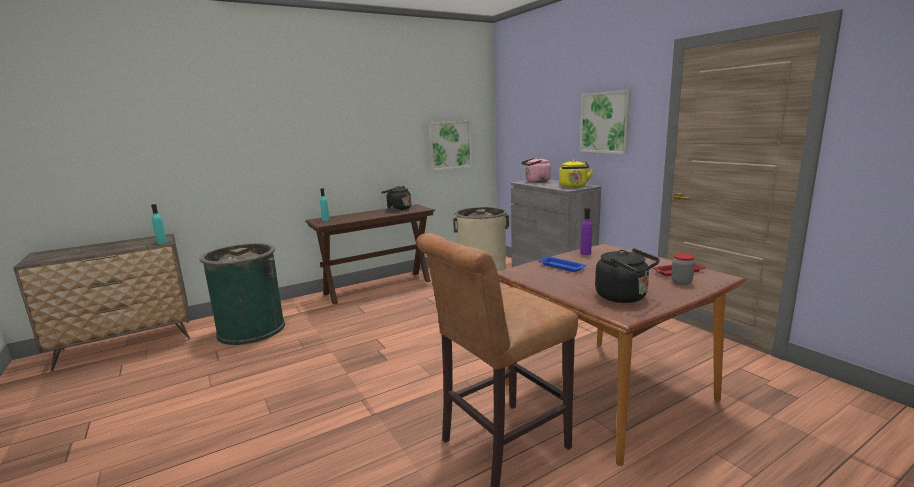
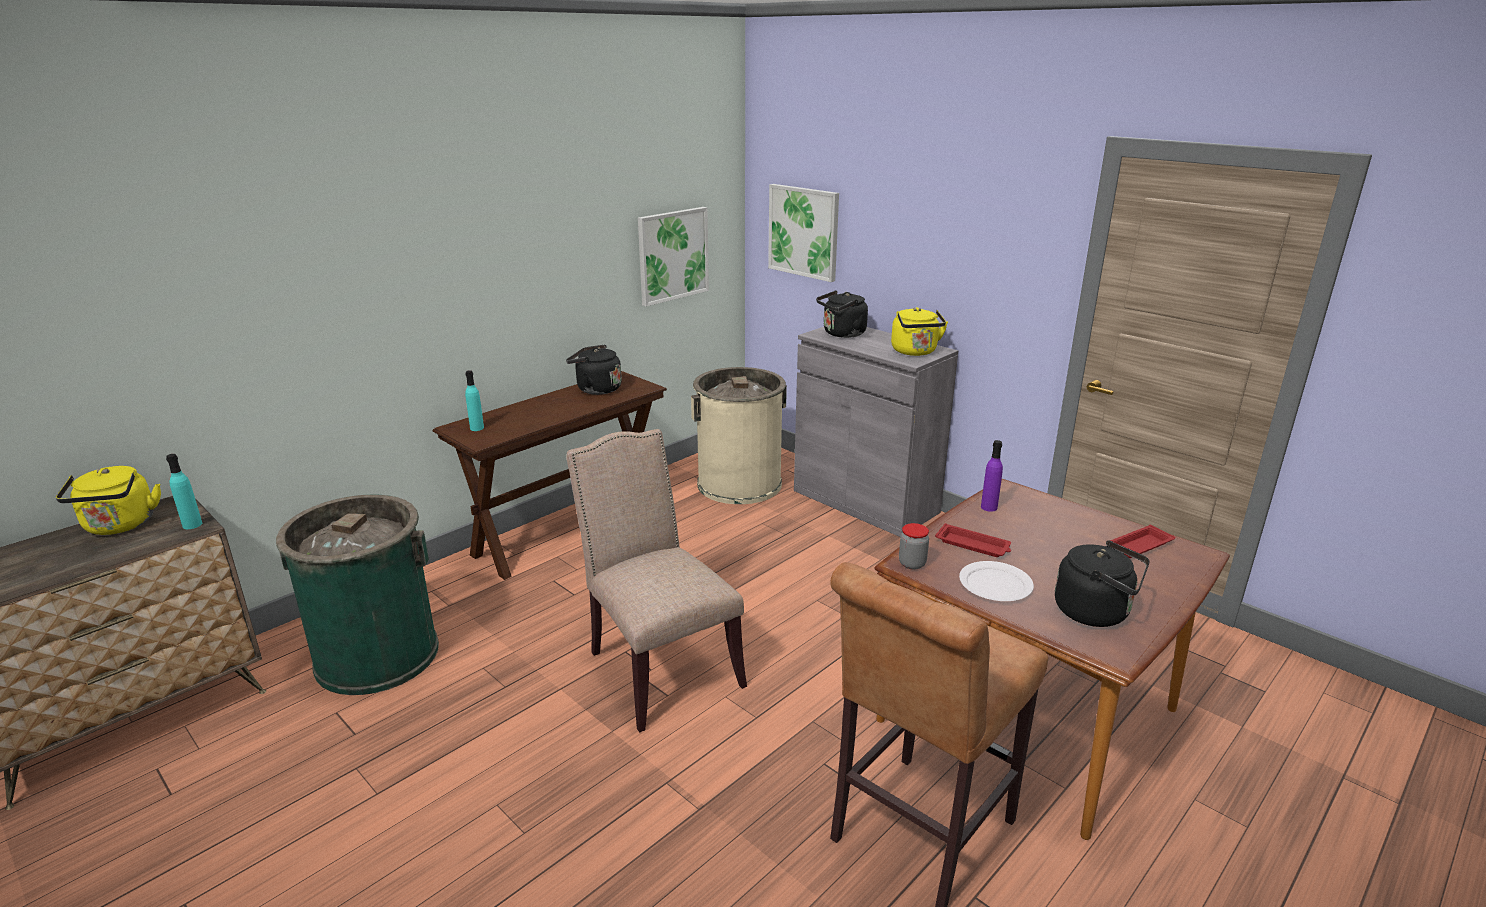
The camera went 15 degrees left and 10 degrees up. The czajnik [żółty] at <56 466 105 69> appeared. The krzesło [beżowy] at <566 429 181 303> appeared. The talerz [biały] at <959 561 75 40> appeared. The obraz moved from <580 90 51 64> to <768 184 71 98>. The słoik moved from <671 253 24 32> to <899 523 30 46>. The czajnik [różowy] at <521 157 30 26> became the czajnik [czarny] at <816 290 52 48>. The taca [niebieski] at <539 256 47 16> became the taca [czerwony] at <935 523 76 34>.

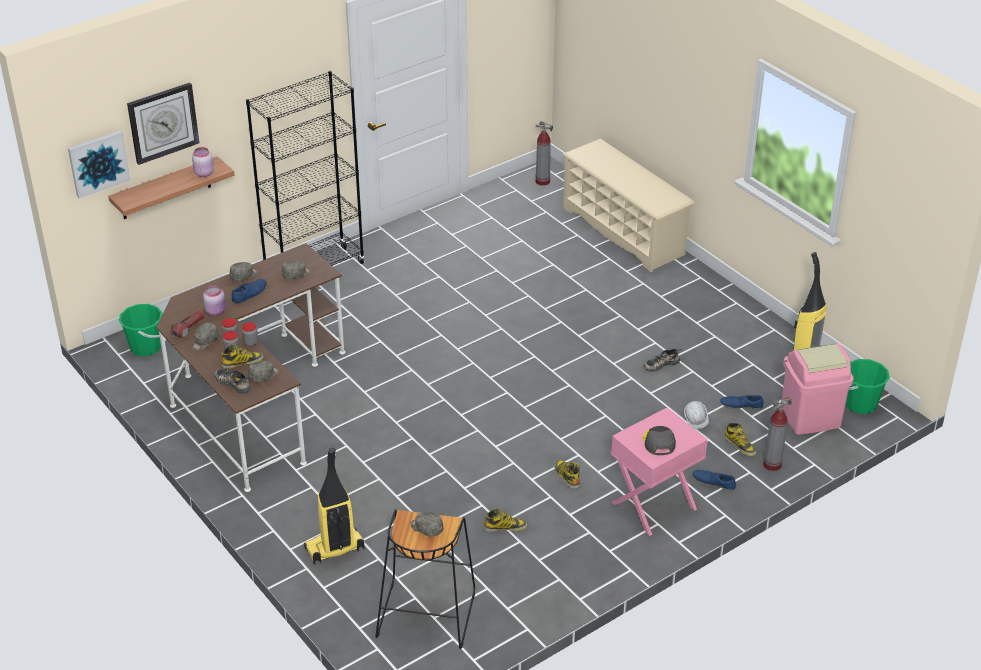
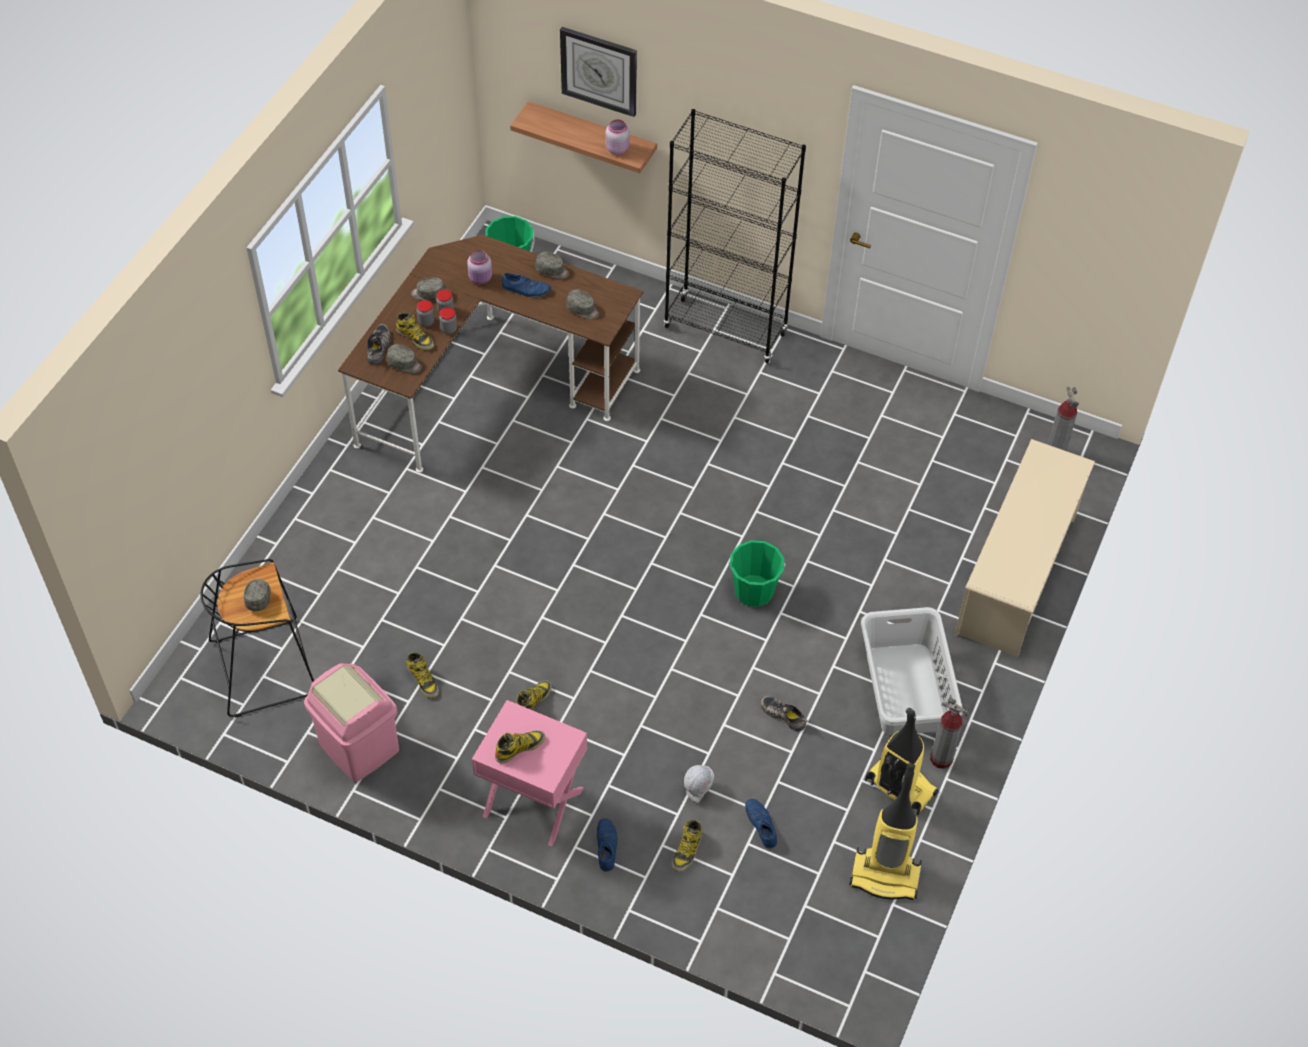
The camera went 60 degrees right and 15 degrees up. The obraz at <68 130 62 69> disappeared. The latarka at <171 310 33 28> disappeared. The kosz na pranie [szary] at <861 607 101 128> appeared. The odkurzacz moved from <304 447 61 118> to <865 708 73 107>. The gaśnica moved from <763 397 29 74> to <930 698 39 71>. The kosz na śmieci [różowy] moved from <782 343 72 92> to <304 663 95 119>. The wiadro [zielony] moved from <846 359 44 55> to <729 540 56 67>. The czapka z daszkiem [szary] at <643 426 33 29> was replaced by the but z cholewką at <495 730 51 34>.

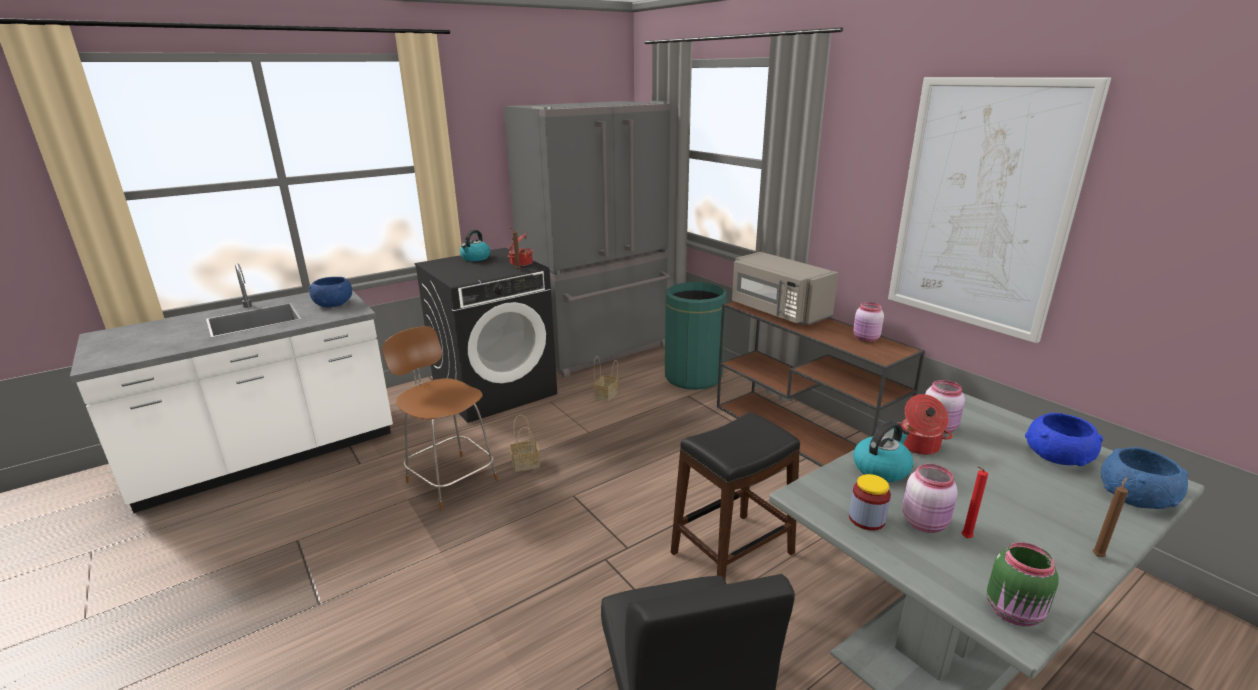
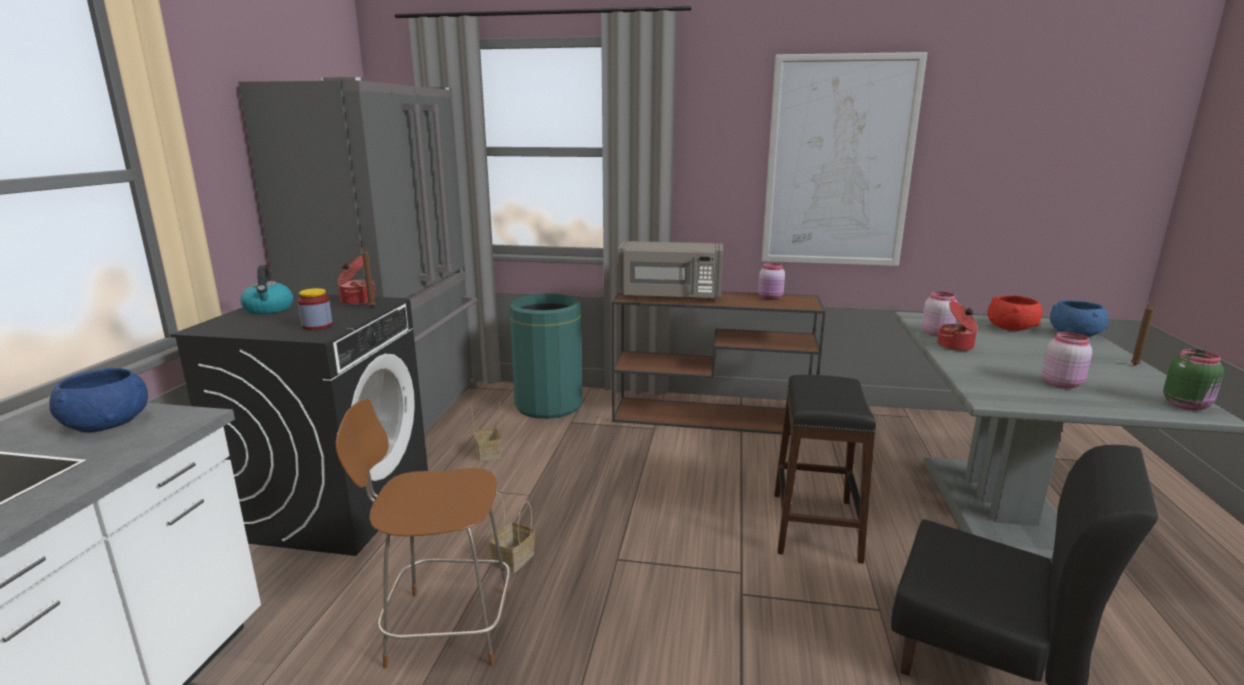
The camera went 45 degrees left and 5 degrees down. The czajnik at <853 421 60 61> disappeared. The świeca [czerwony] at <962 467 26 71> disappeared. The słoik moved from <849 474 42 56> to <298 288 35 42>. The miska [niebieski] at <1025 413 78 53> became the miska [czerwony] at <987 295 55 36>.

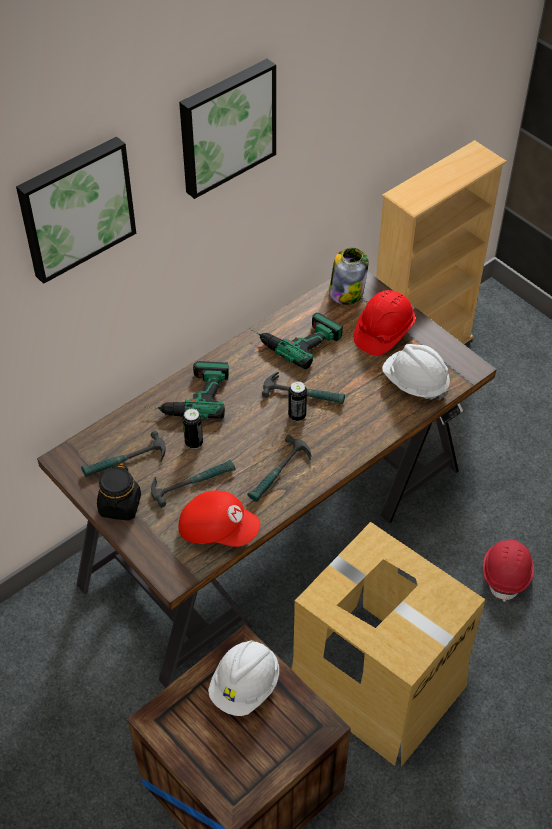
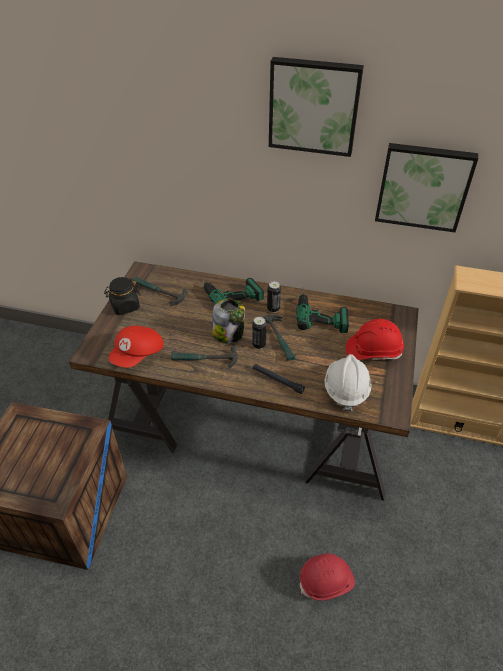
The camera went 55 degrees right and 5 degrees down. The młotek at <151 460 85 48> disappeared. The kask [biały] at <208 640 71 76> disappeared. The karton at <291 522 194 245> disappeared. The latarka [czarny] at <253 364 52 30> appeared. The obraz moved from <16 137 120 147> to <375 143 103 89>. The puszka moved from <183 409 20 40> to <267 281 14 32>. The słoik moved from <329 248 40 57> to <212 299 33 44>. The czapka z daszkiem [czerwony] at <178 490 82 57> turned 45 degrees clockwise.

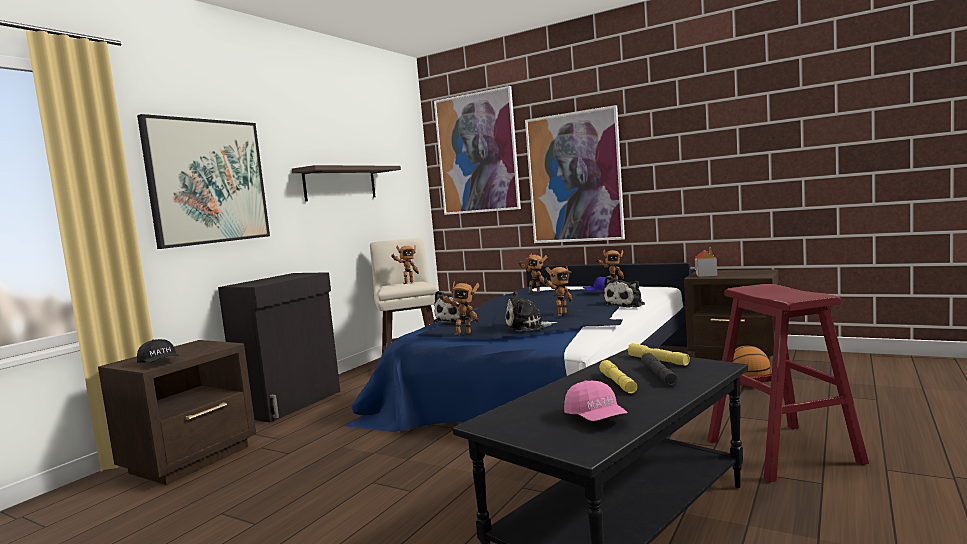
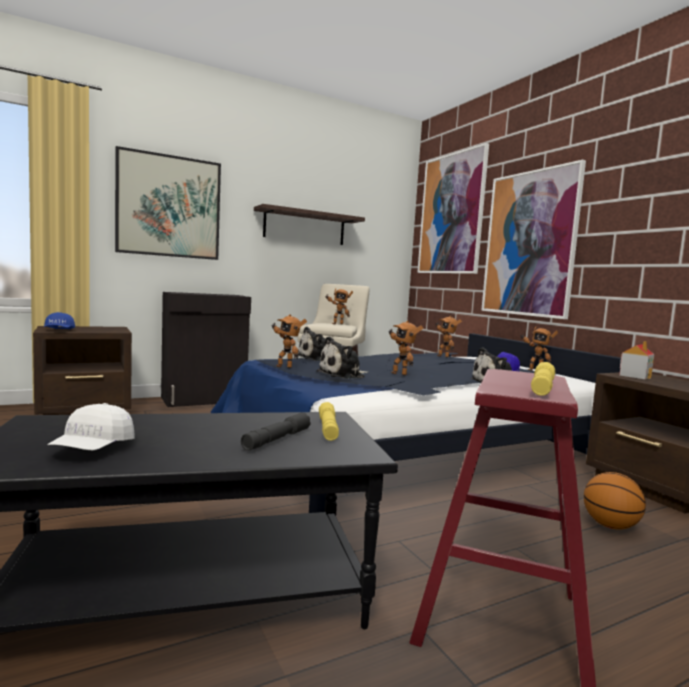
The camera went 30 degrees right and 0 degrees up. The latarka [żółty] moved from <599 360 38 34> to <531 362 24 34>. The czapka z daszkiem [czarny] at <137 339 42 24> became the czapka z daszkiem [niebieski] at <44 312 31 17>. The czapka z daszkiem [różowy] at <564 380 64 41> became the czapka z daszkiem [biały] at <47 403 88 48>. The pluszak at <506 291 51 40> turned 60 degrees counterclockwise. The robot zabawkowy at <544 266 28 50> turned 60 degrees clockwise.

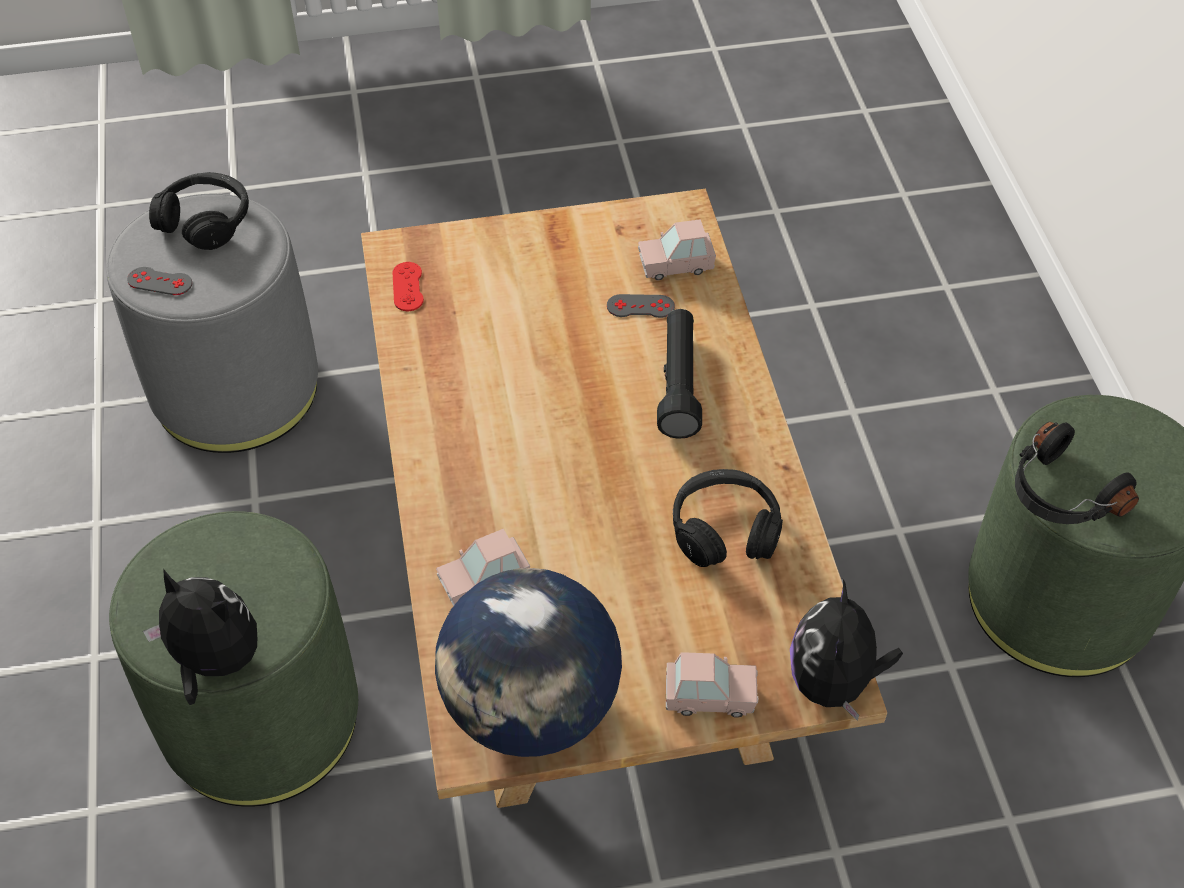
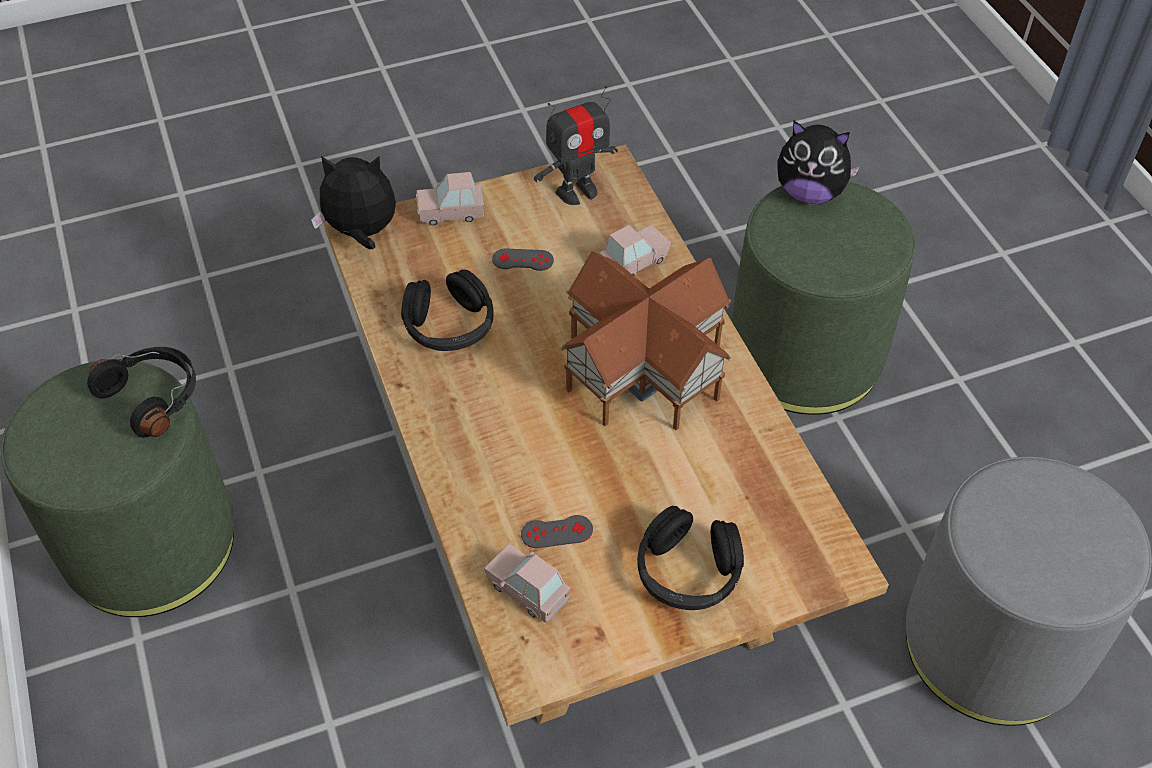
The camera went 170 degrees right and 0 degrees up. The pad do gier [czerwony] at <392 262 32 49> disappeared. The latarka [czarny] at <657 309 45 130> disappeared. The domek at <561 251 170 179> appeared. The pad do gier [szary] moved from <127 267 65 28> to <492 249 62 22>. The słuchawki [czarny] moved from <149 172 100 78> to <637 506 107 104>. The globus at <435 568 187 189> was replaced by the robot zabawkowy at <534 85 84 120>. The samochodzik [różowy] at <638 219 78 61> turned 120 degrees counterclockwise. The pluszak at <790 579 113 142> turned 90 degrees counterclockwise.

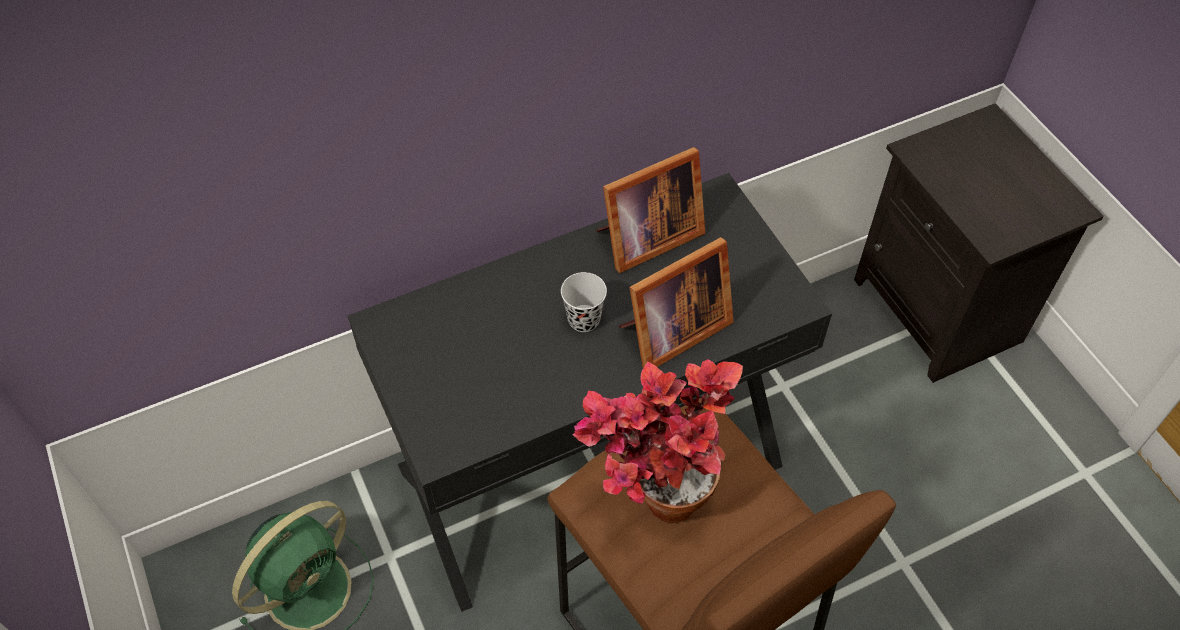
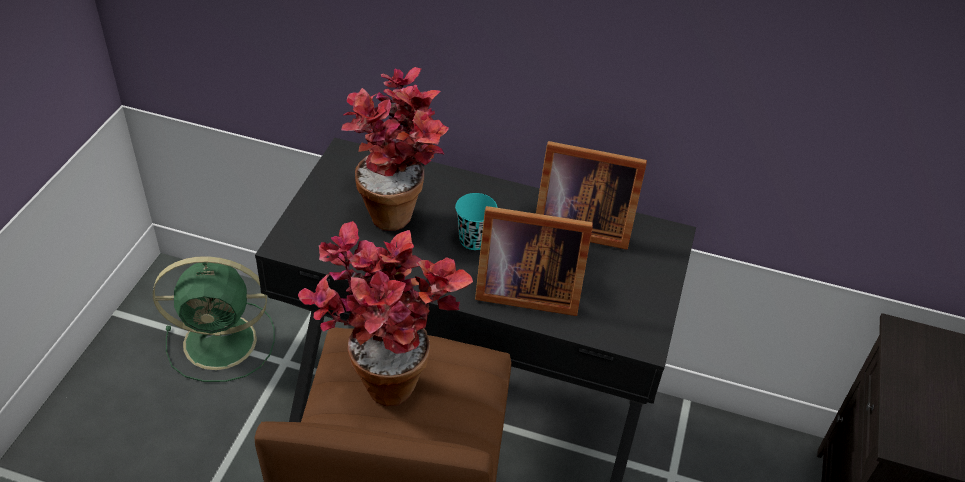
The camera went 40 degrees right and 10 degrees down. The roślina doniczkowa at <341 67 108 164> appeared. The filiżanka [czarny] at <561 272 46 60> became the filiżanka [turkusowy] at <455 193 42 57>.

